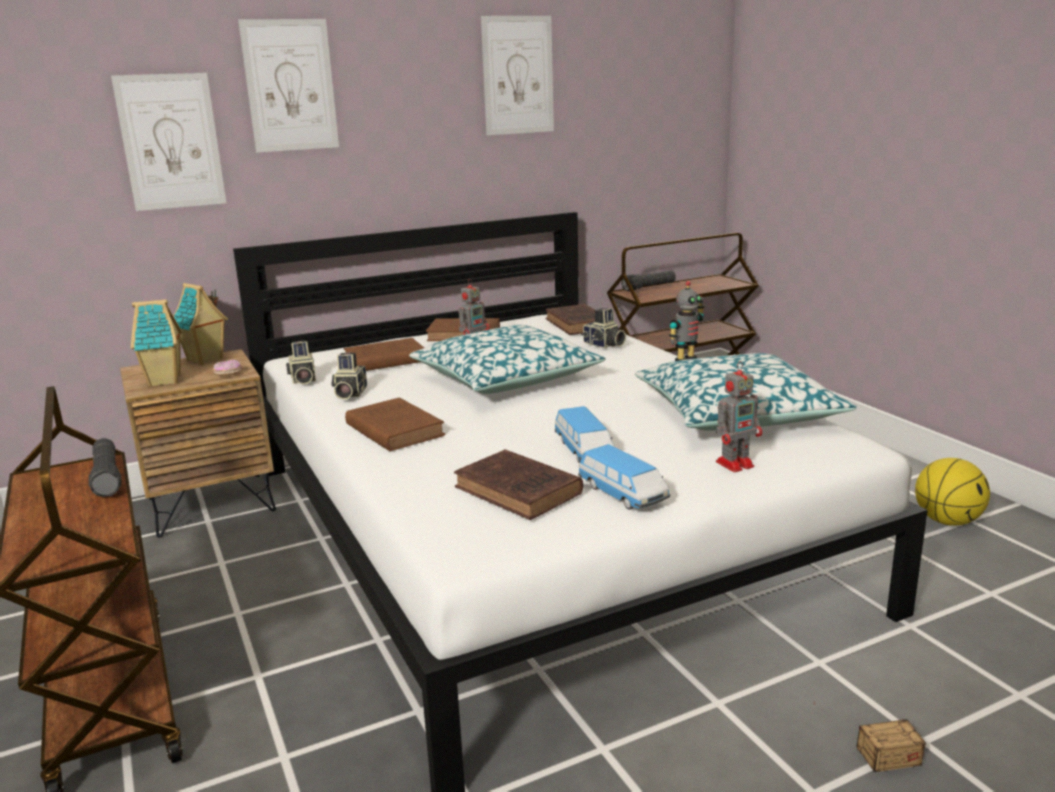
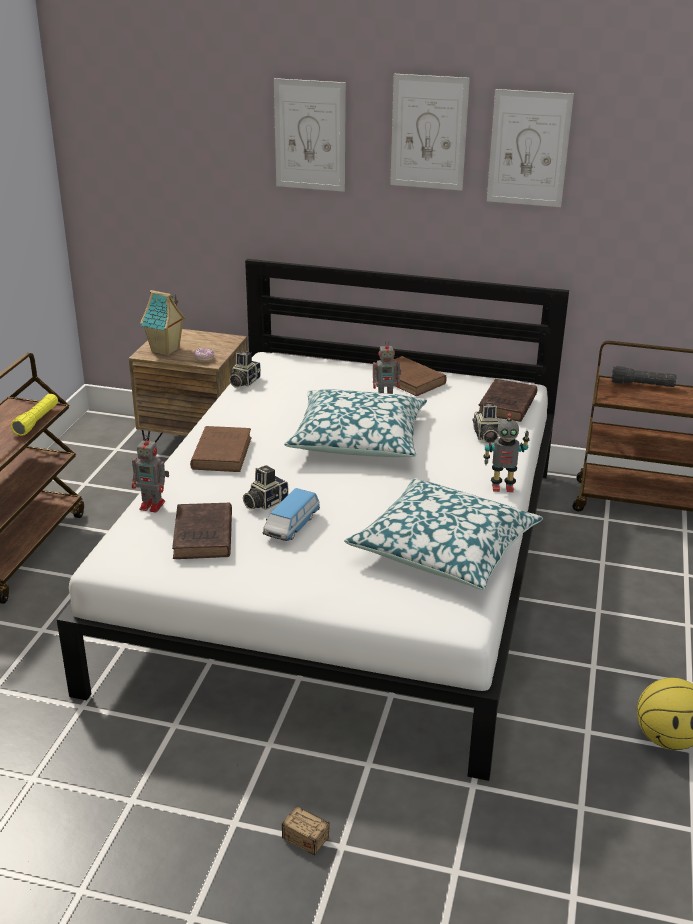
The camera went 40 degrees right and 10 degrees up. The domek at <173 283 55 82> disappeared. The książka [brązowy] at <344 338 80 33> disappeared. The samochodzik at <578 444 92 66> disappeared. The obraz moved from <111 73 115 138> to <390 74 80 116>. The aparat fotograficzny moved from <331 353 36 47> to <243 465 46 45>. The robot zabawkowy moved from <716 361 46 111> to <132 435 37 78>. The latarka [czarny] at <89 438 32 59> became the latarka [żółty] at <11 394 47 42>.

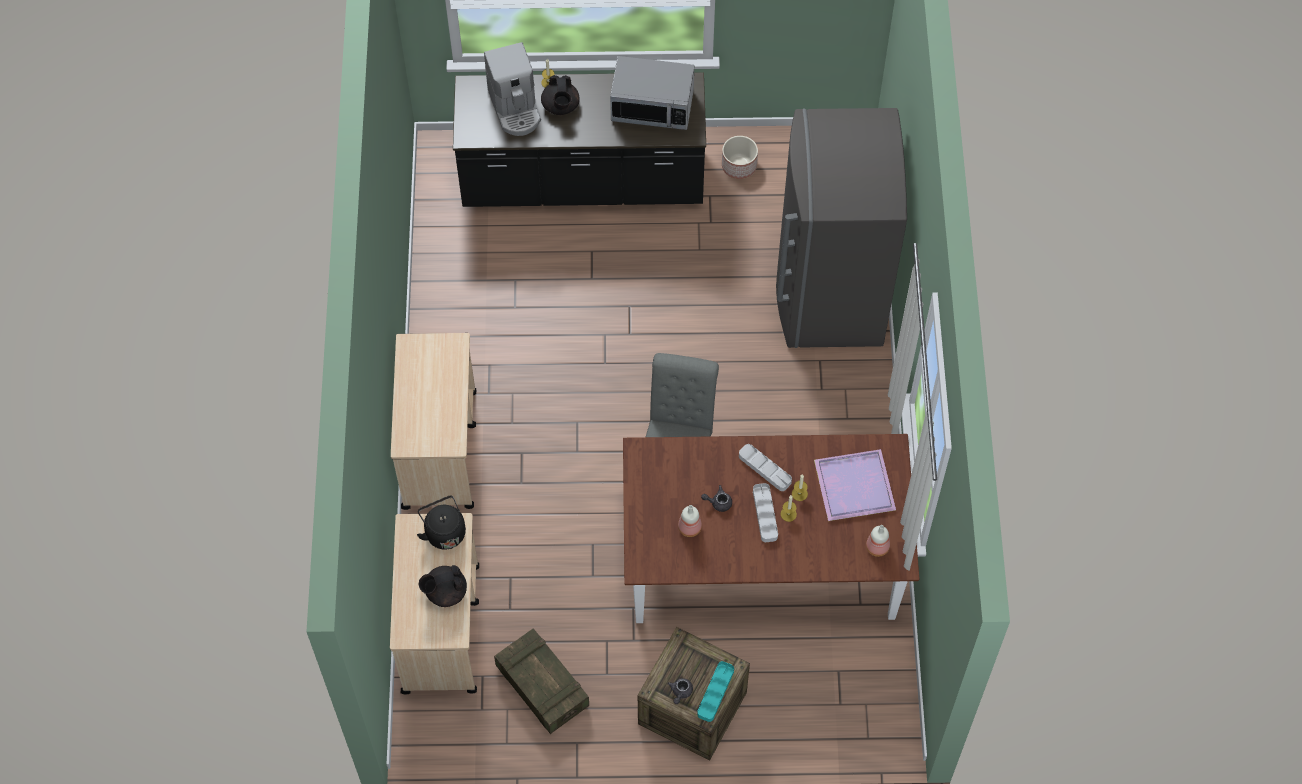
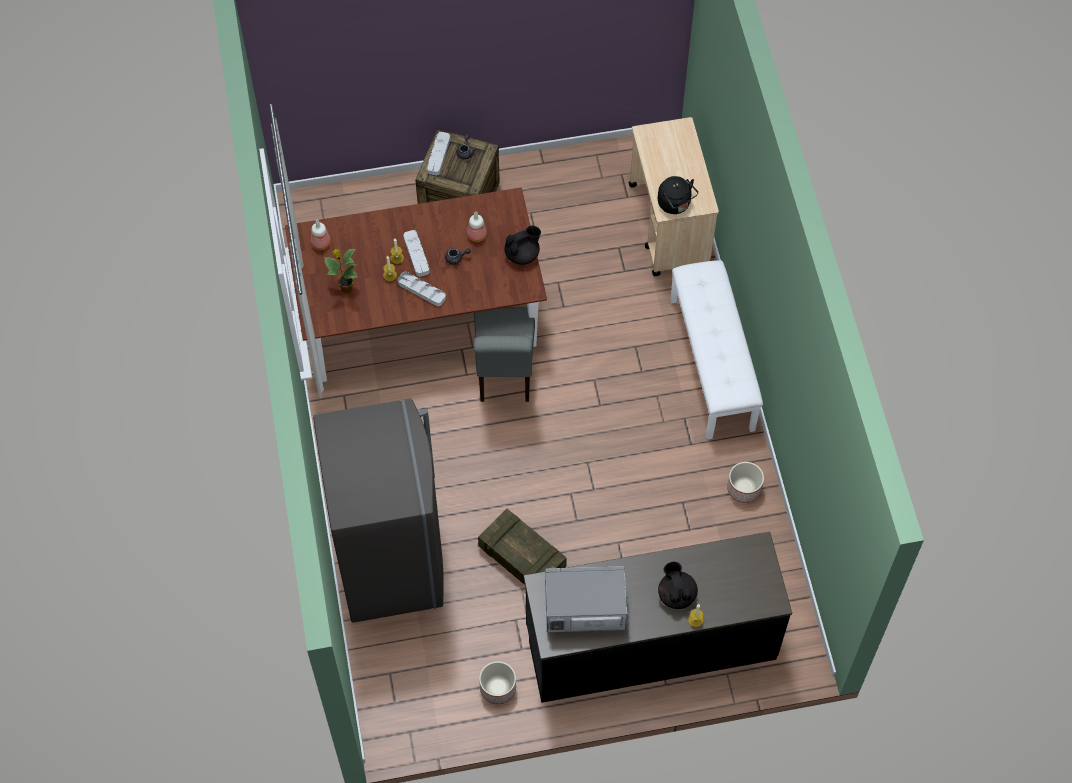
The camera went 170 degrees right and 0 degrees up. The ekspres do kawy at <484 42 57 94> disappeared. The donica at <727 462 37 41> appeared. The imbryk [czarny] moved from <419 565 48 42> to <504 226 37 39>. The skrzynka moved from <494 628 95 106> to <478 508 89 77>. The wózek [beżowy] at <391 333 85 177> was replaced by the ławka [biały] at <670 260 93 180>. The taca [fioletowy] at <814 449 82 72> was replaced by the roślina doniczkowa at <324 249 34 45>. The taca [turkusowy] at <697 661 37 61> became the taca [szary] at <427 132 23 44>.

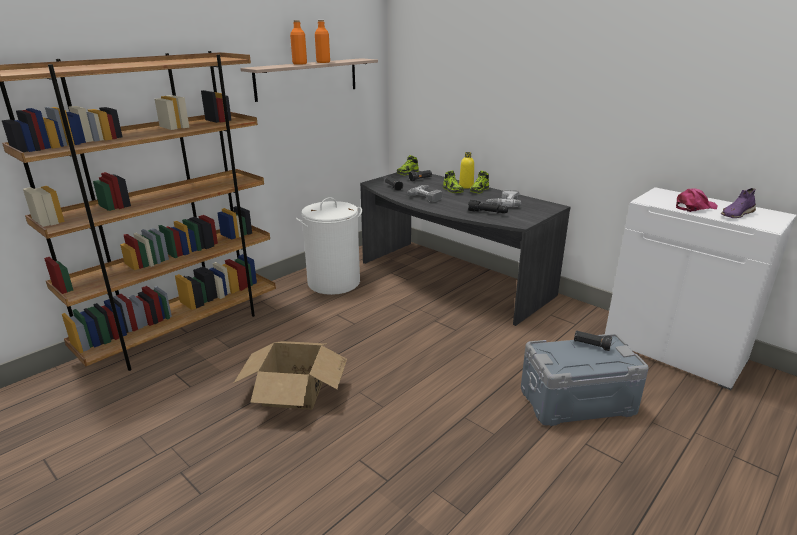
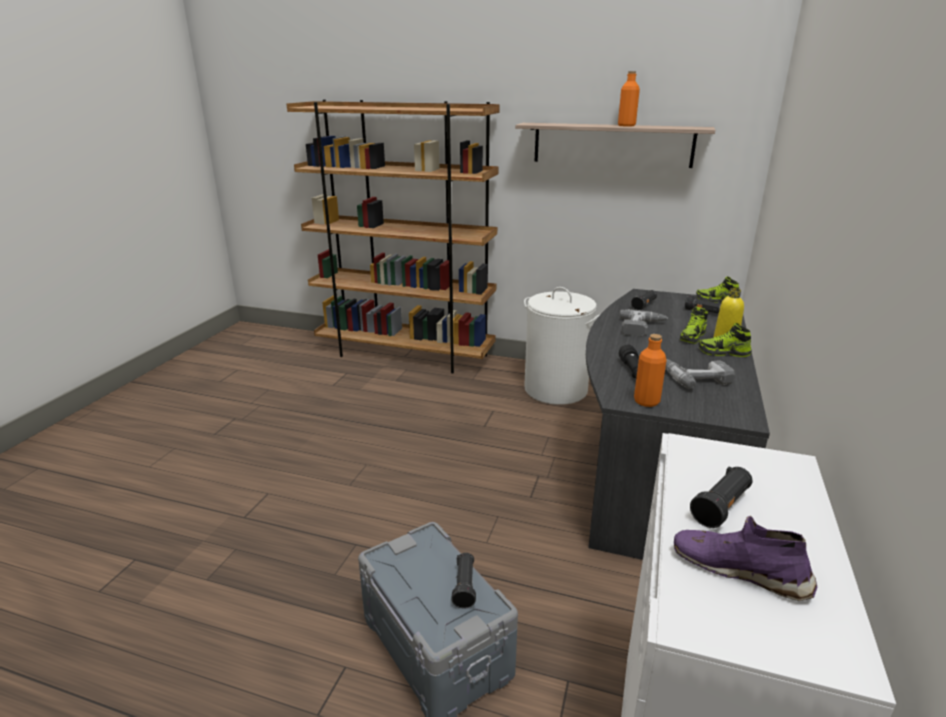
The camera went 65 degrees right and 0 degrees up. The karton at <234 341 113 69> disappeared. The butelka [pomarańczowy] moved from <290 20 17 45> to <634 334 33 73>. The czapka z daszkiem [różowy] at <676 189 42 23> was replaced by the latarka [czarny] at <690 467 63 61>.

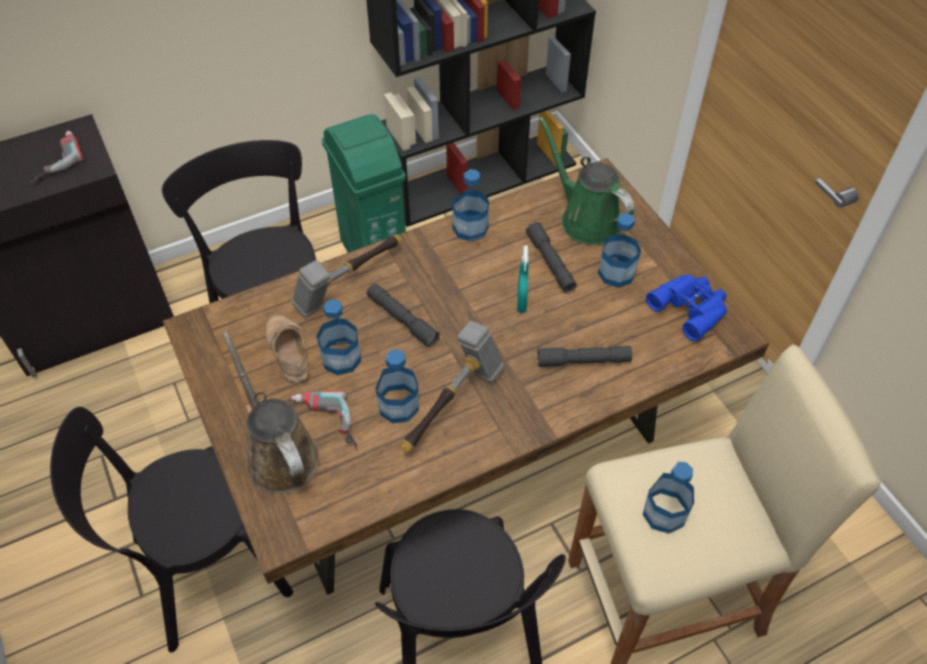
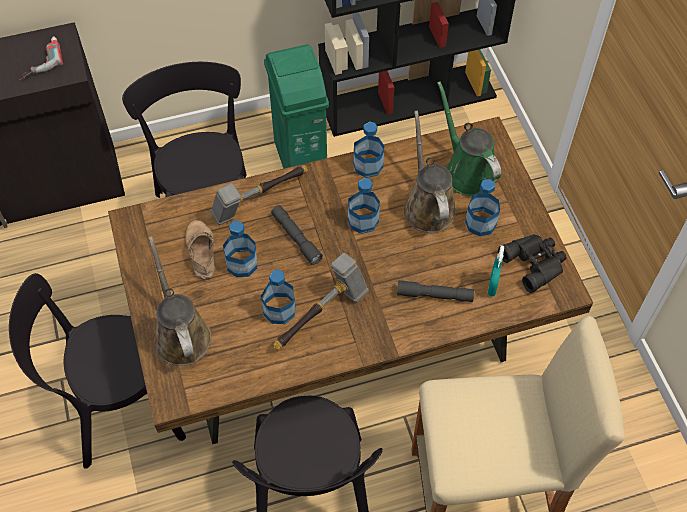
The camera went 10 degrees right and 5 degrees up. The wiertarka at <291 391 66 58> disappeared. The spryskiwacz [turkusowy] moved from <517 245 12 68> to <487 245 17 51>. The butelka moved from <643 462 51 72> to <348 178 32 56>. The latarka [szary] at <526 222 51 71> was replaced by the konewka [brązowy] at <404 110 52 123>. The lornetka [niebieski] at <646 275 81 66> became the lornetka [czarny] at <498 234 69 59>.

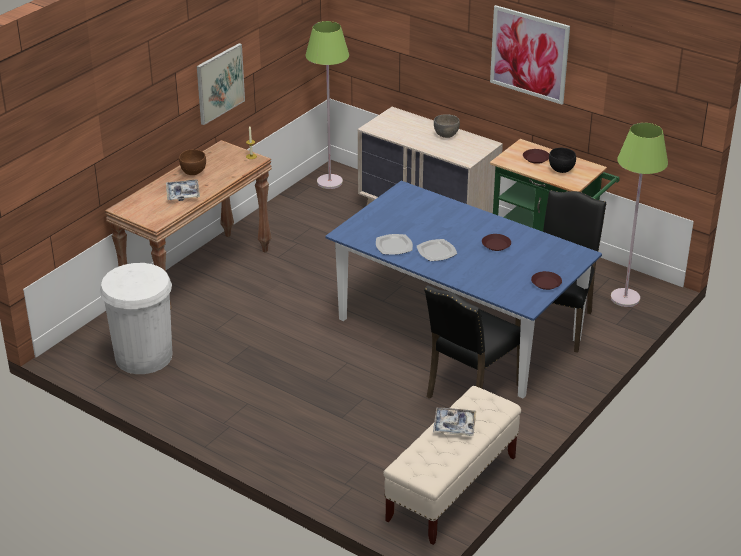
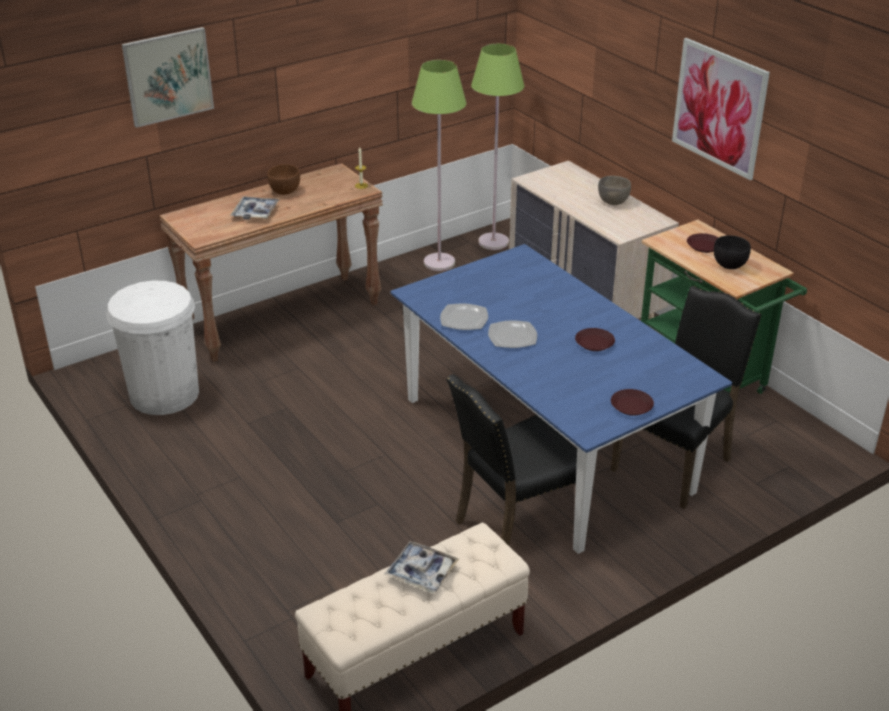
The camera went 20 degrees right and 0 degrees up. The obraz moved from <197 43 48 82> to <122 27 92 101>. The lampa stojąca [zielony] moved from <611 123 57 184> to <412 60 54 211>.

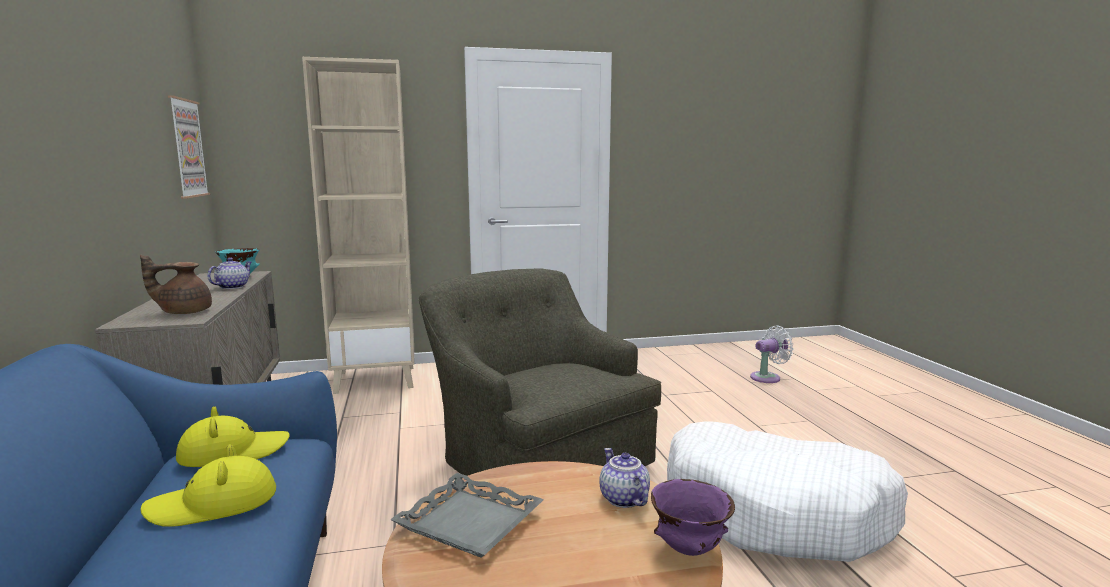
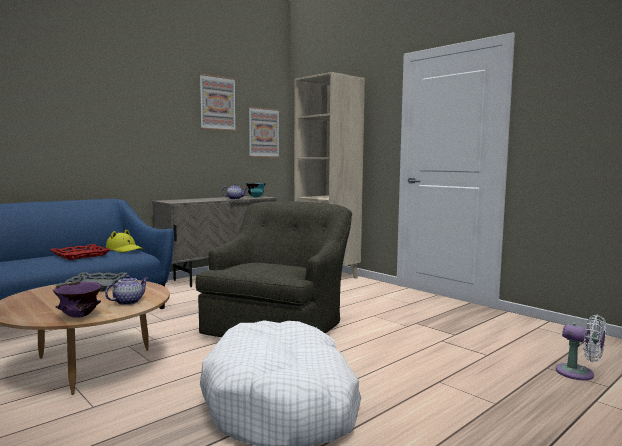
The camera went 60 degrees right and 5 degrees down. The imbryk [brązowy] at <140 255 72 59> disappeared. The obraz at <199 74 37 57> appeared. The kapelusz [żółty] at <140 445 136 82> was replaced by the taca [czerwony] at <50 244 61 16>.

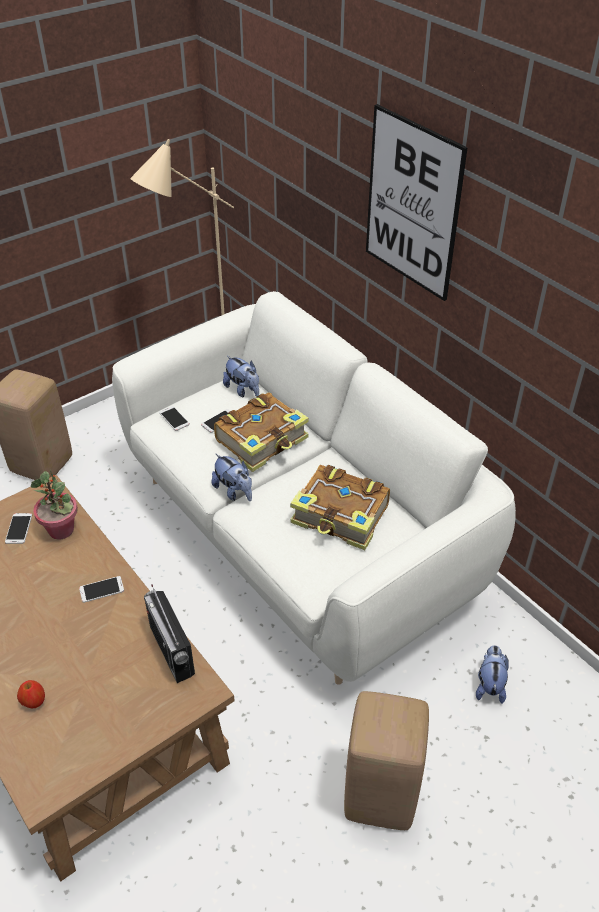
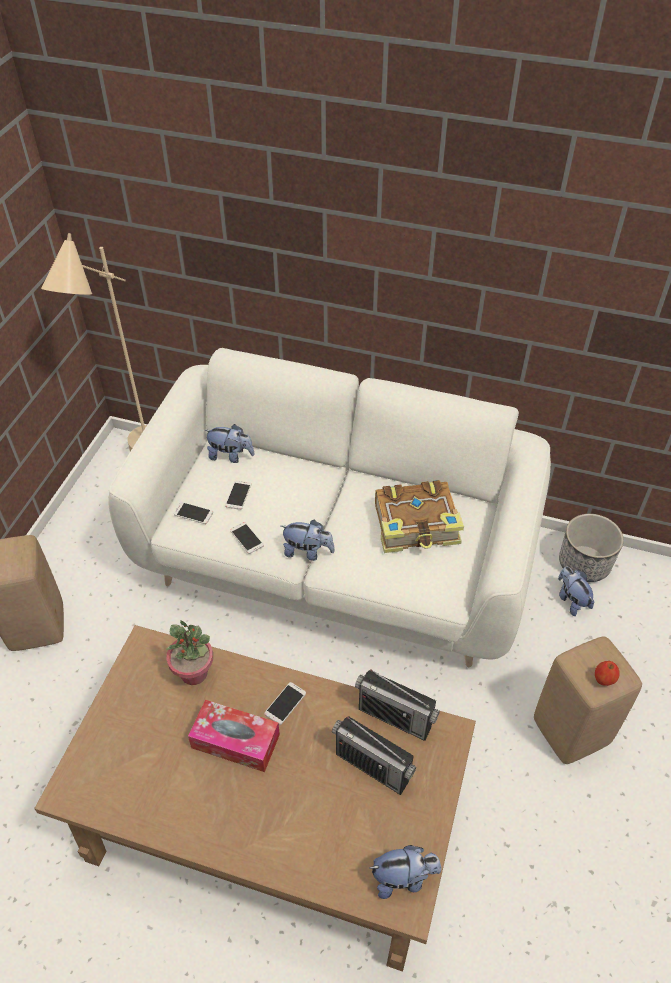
The camera went 35 degrees left and 5 degrees up. The książka at <214 392 95 80> disappeared. The obraz at <366 104 102 197> disappeared. The pudełko chusteczek at <188 700 92 72> appeared. The radio at <332 716 84 79> appeared. The pluszak at <370 845 72 54> appeared. The donica at <559 514 65 68> appeared. The telefon moved from <5 513 27 31> to <230 522 34 32>. The jabłko moved from <17 680 28 28> to <595 661 24 25>.

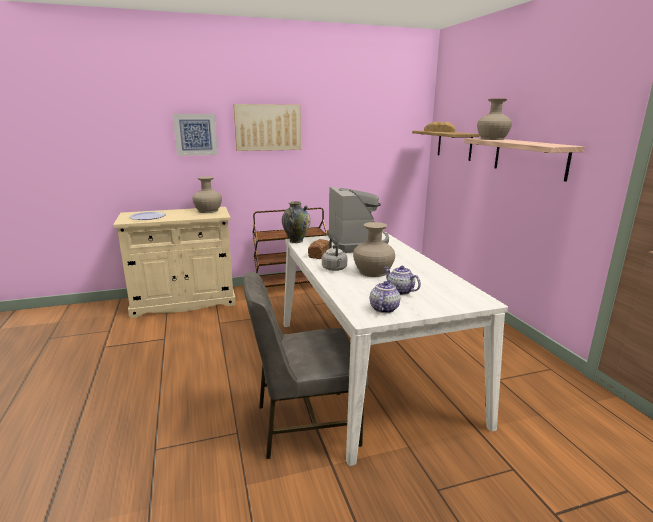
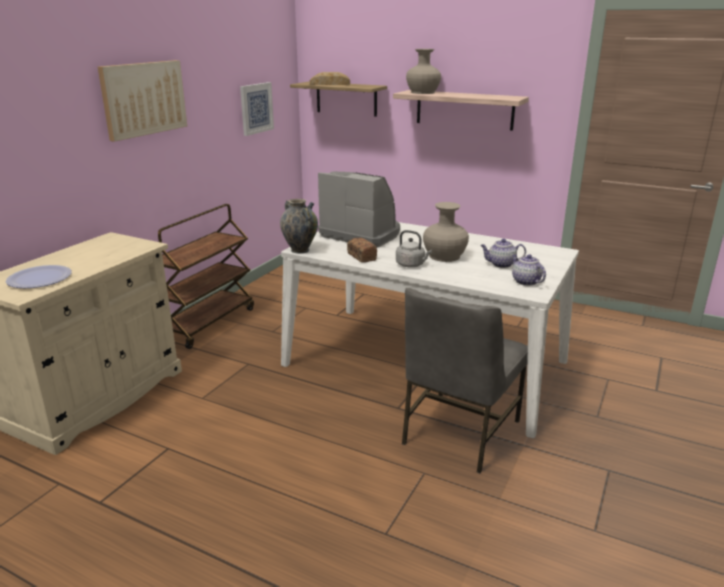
The camera went 45 degrees left and 5 degrees up. The wazon [beżowy] at <192 177 30 36> disappeared. The obraz moved from <173 114 45 42> to <240 82 34 54>.

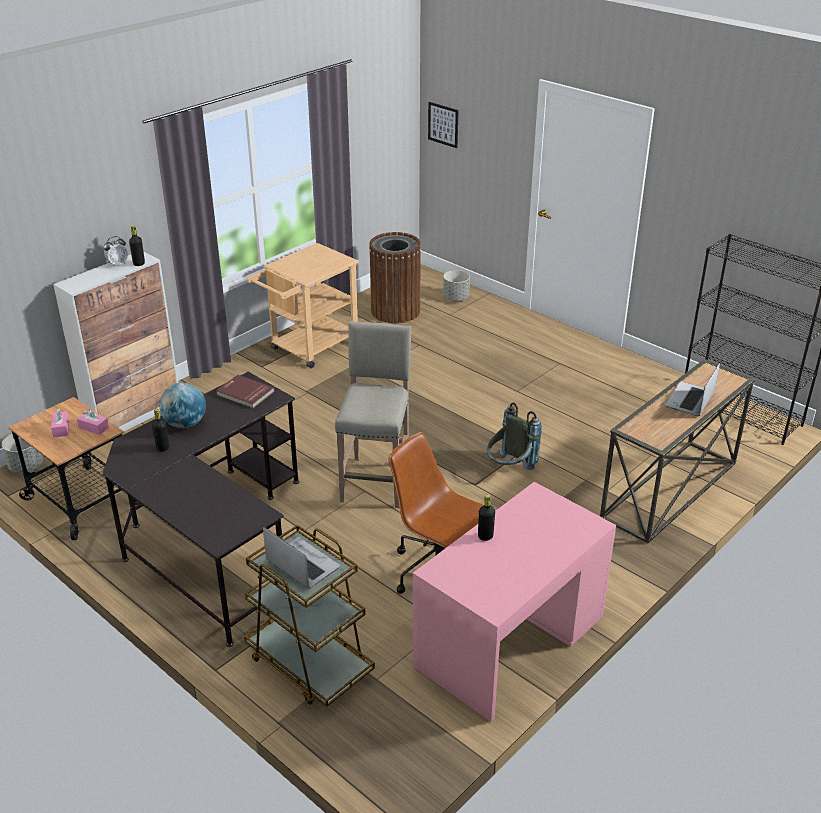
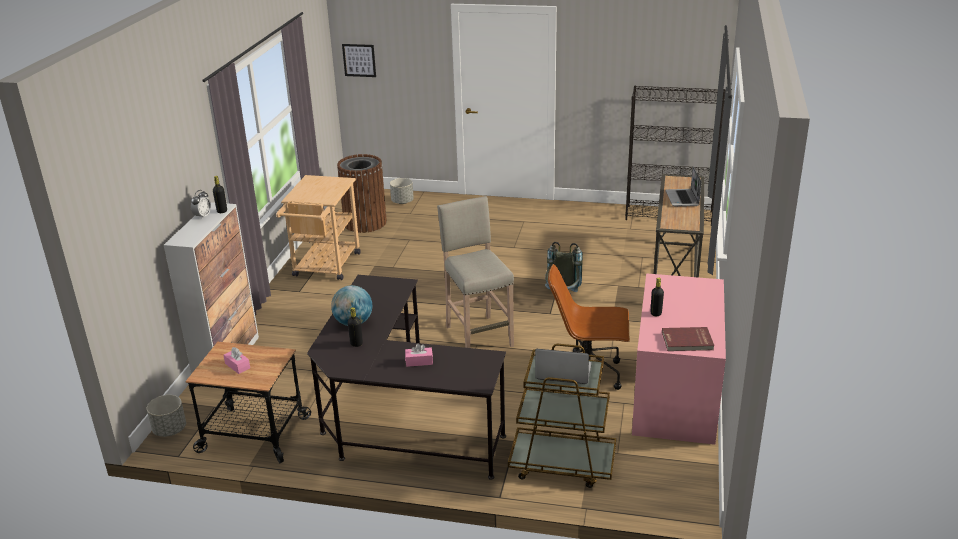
The camera went 30 degrees left and 5 degrees down. The pudełko chusteczek [różowy] moved from <77 409 32 26> to <405 343 28 24>. The książka [czerwony] moved from <216 375 59 33> to <662 327 53 24>.

